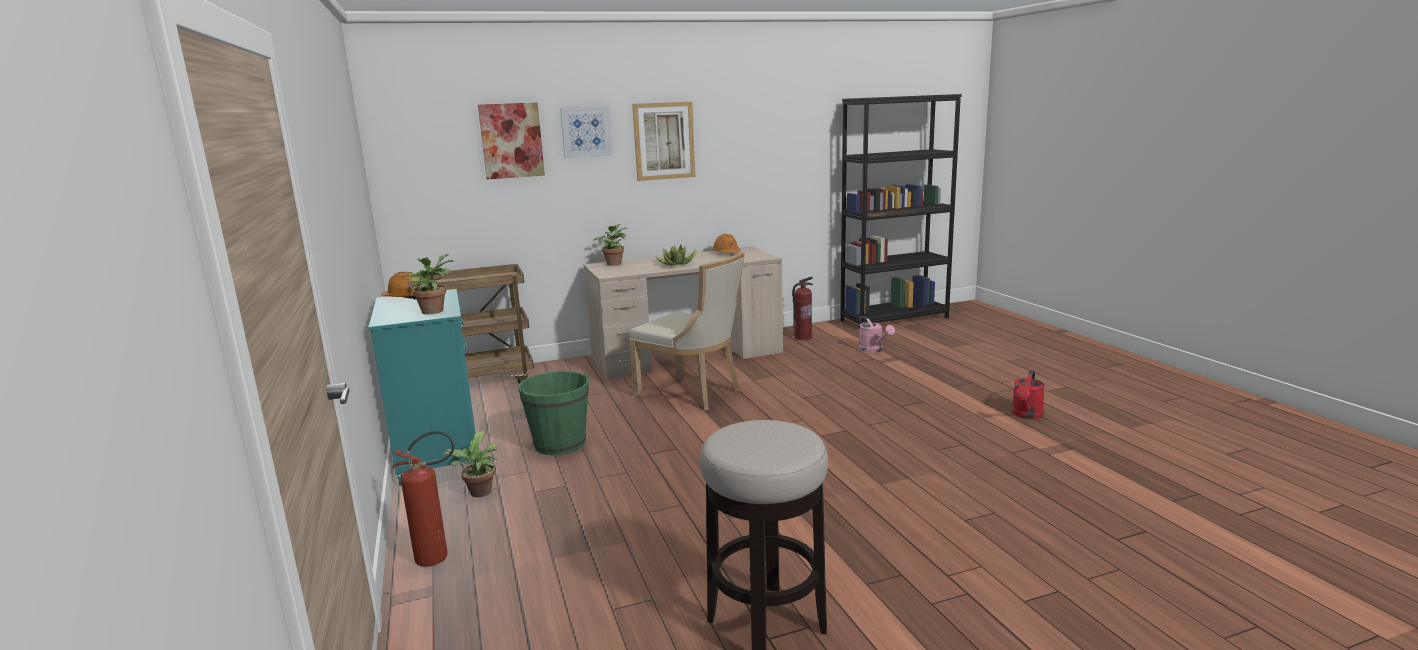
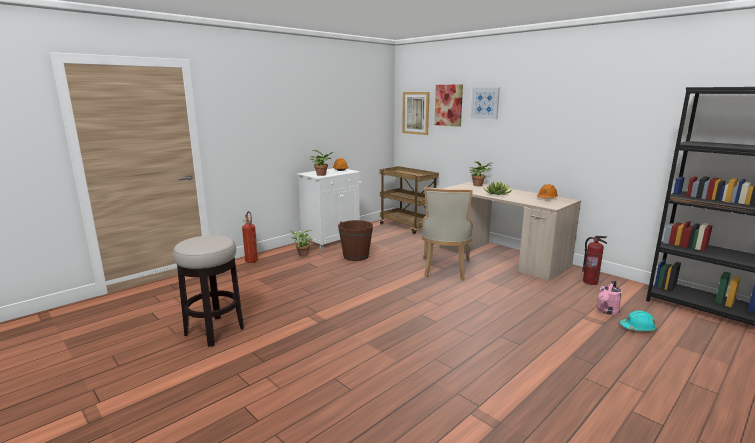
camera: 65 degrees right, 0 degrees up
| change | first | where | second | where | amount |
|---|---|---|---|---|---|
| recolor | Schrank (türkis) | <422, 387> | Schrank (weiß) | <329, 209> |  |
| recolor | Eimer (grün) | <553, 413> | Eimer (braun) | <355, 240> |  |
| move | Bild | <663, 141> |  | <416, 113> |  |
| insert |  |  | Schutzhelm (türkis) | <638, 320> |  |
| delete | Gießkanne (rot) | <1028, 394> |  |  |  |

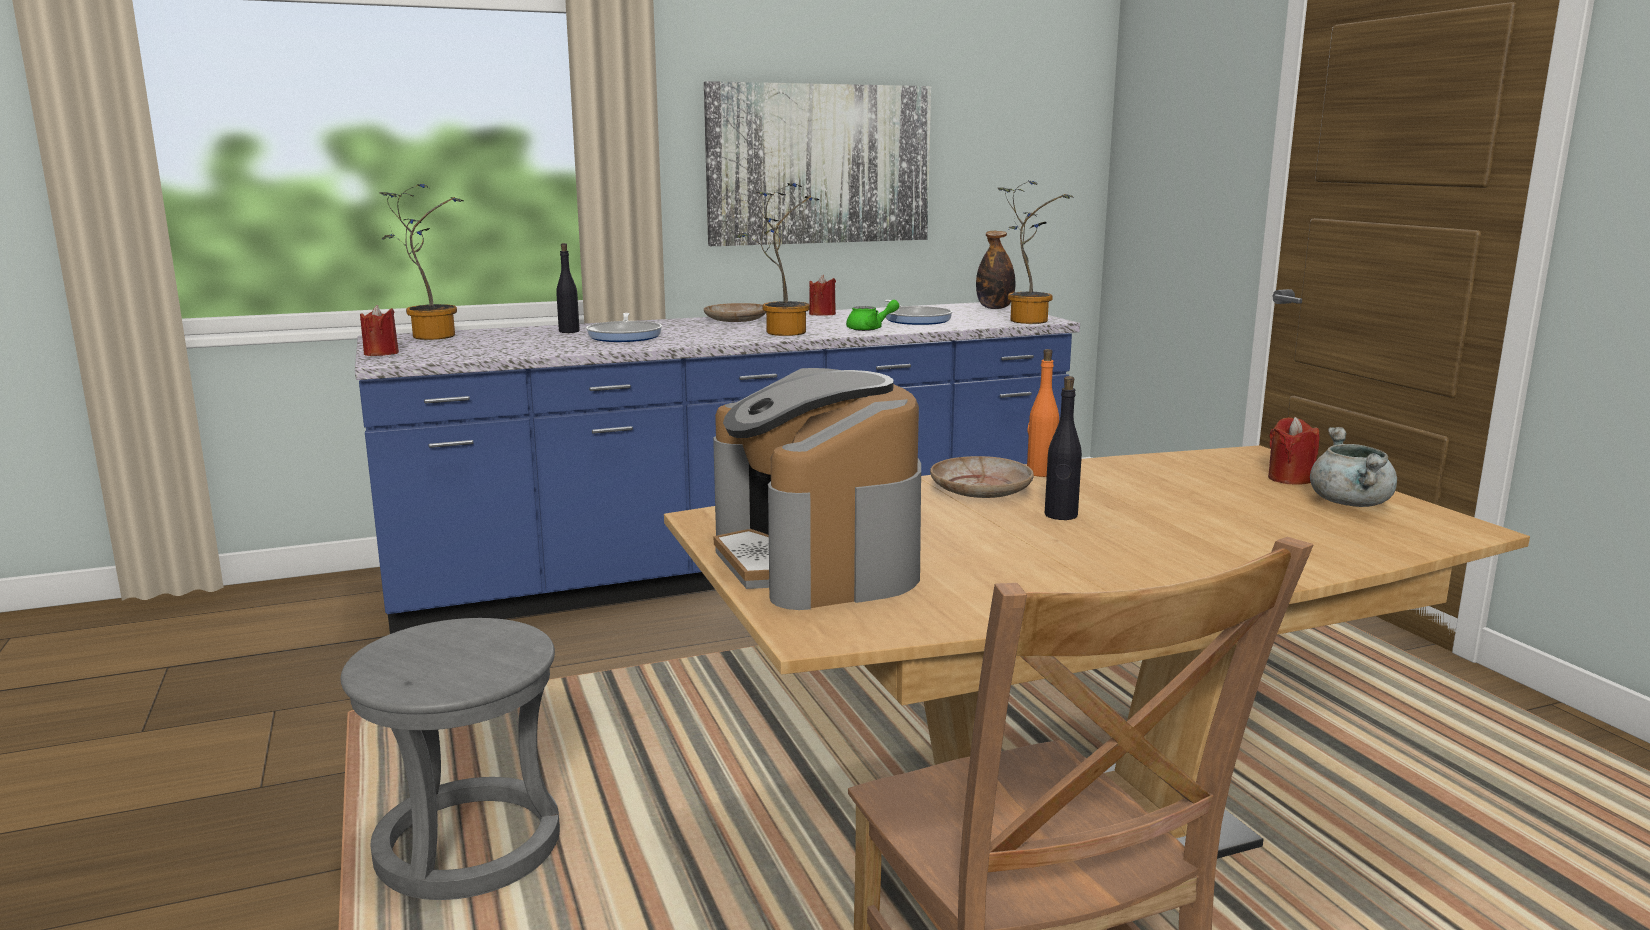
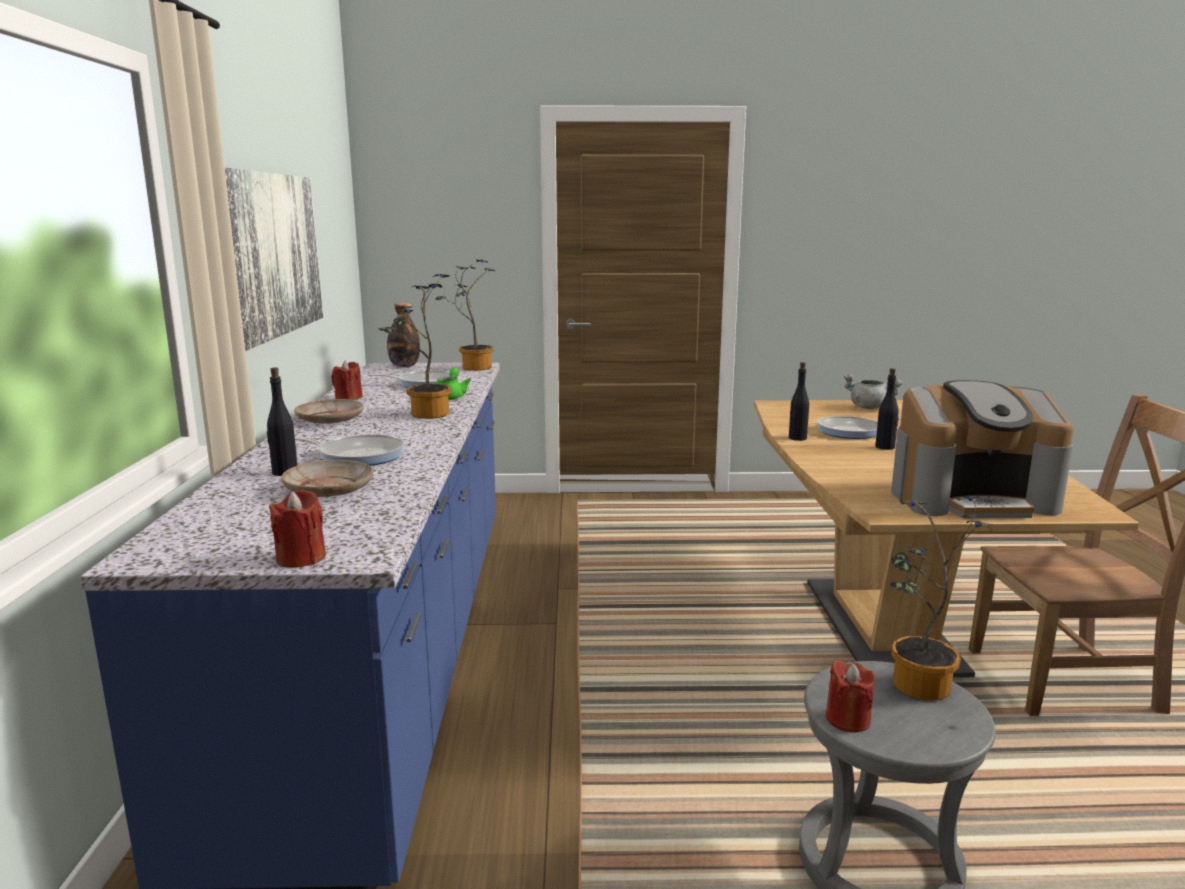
camera: 70 degrees left, 0 degrees up
| change | first | where | second | where | amount |
|---|---|---|---|---|---|
| move | Teller (beige) | <982, 477> |  | <327, 478> |  |
| recolor | Flasche (orange) | <1043, 413> | Flasche (schwarz) | <799, 401> |  |
| insert |  |  | Pfanne | <859, 427> |  |
| move | Kerze (rot) | <1294, 451> |  | <850, 696> |  |
| move | Topfpflanze | <422, 262> |  | <941, 598> |  |

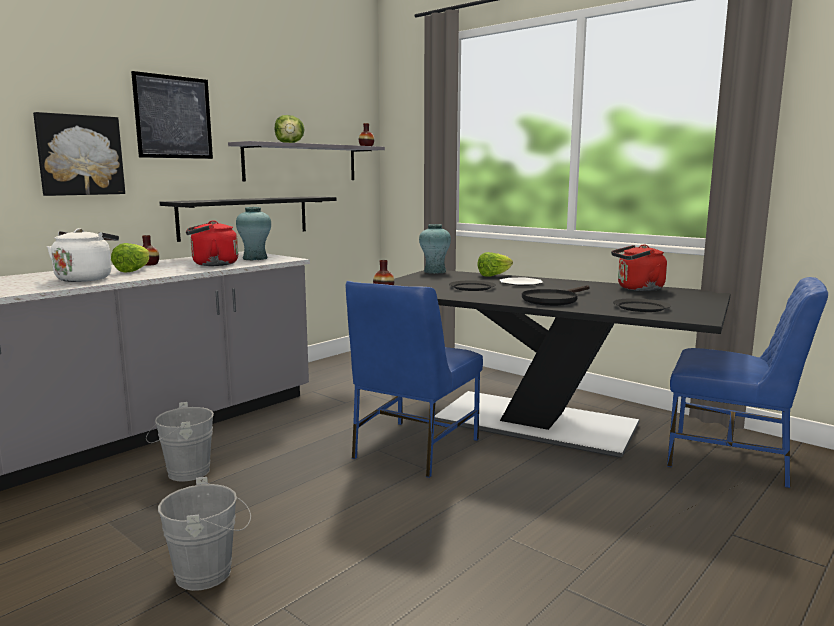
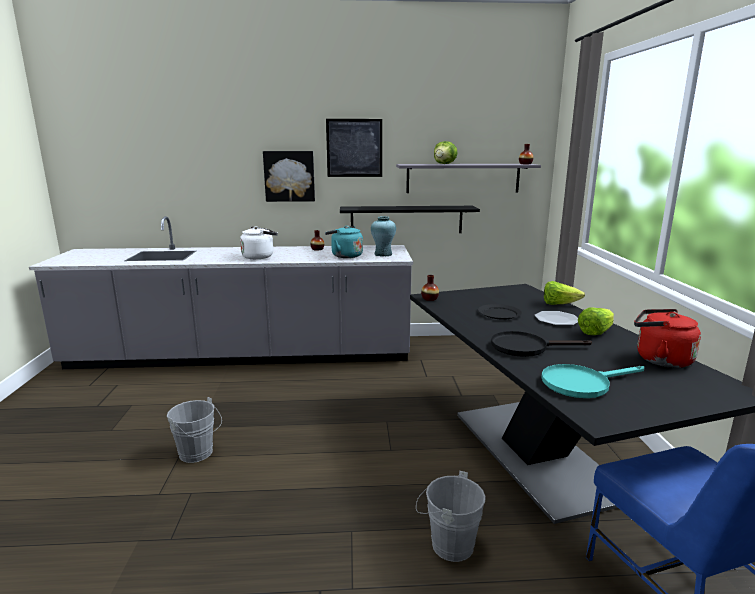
camera: 45 degrees right, 5 degrees up
| change | first | where | second | where | amount |
|---|---|---|---|---|---|
| recolor | Wasserkessel (rot) | <212, 243> | Wasserkessel (türkis) | <344, 242> |  |
| move | Eimer (grau) | <180, 442> |  | <451, 516> |  |
| replace | Teller (schwarz) | <642, 305> | Pfanne (türkis) | <592, 381> |  |
| move | Salatkopf | <130, 257> |  | <596, 321> |  |
| delete | Stuhl (blau) | <414, 379> |  |  |  |
| delete | Vase (türkis) | <435, 249> |  |  |  |

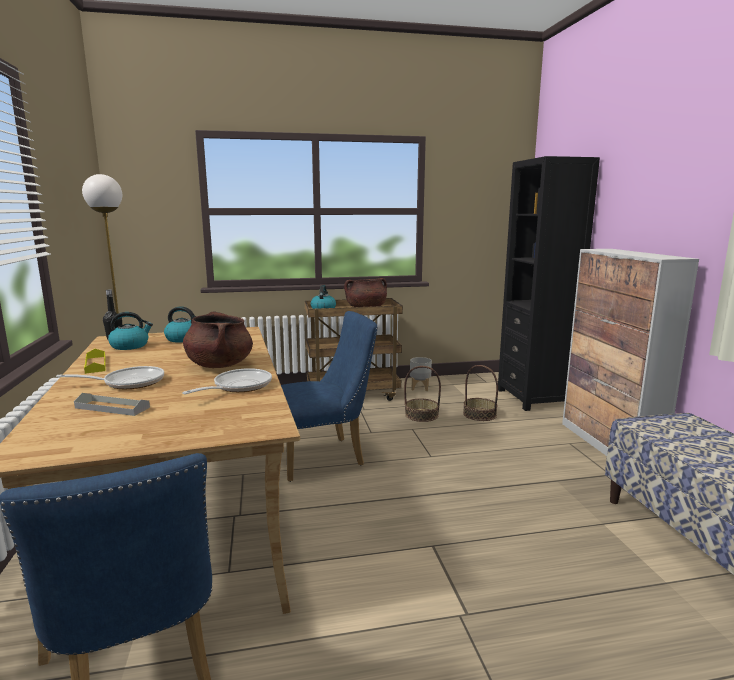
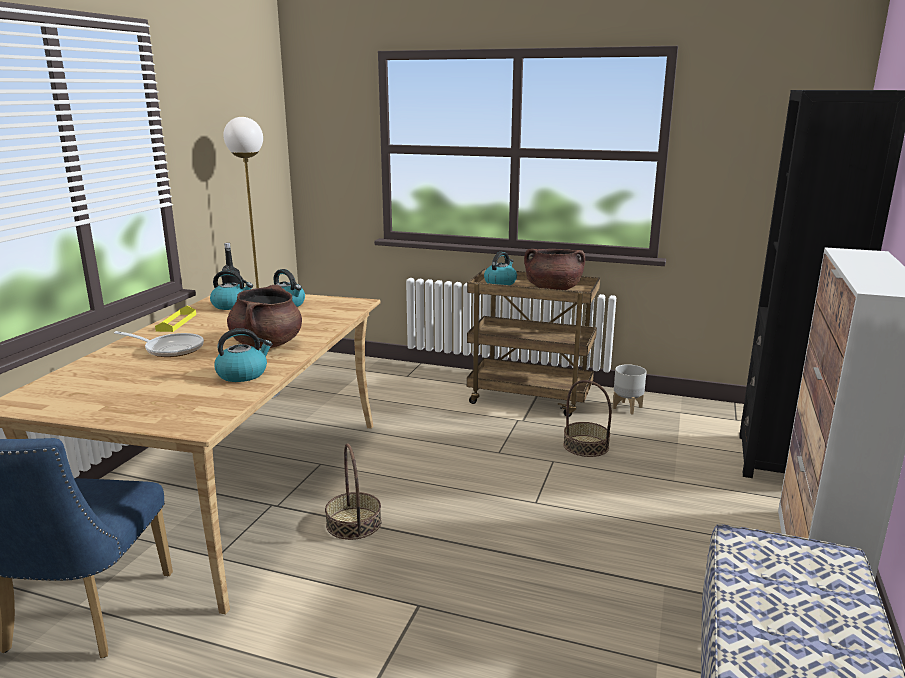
camera: 30 degrees right, 5 degrees up
| change | first | where | second | where | amount |
|---|---|---|---|---|---|
| replace | Pfanne | <227, 381> | Wasserkessel | <243, 355> |  |
| move | Korb | <480, 393> |  | <353, 491> |  |
| delete | Tablett (grau) | <112, 404> |  |  |  |
| delete | Stuhl (blau) | <329, 396> |  |  |  |

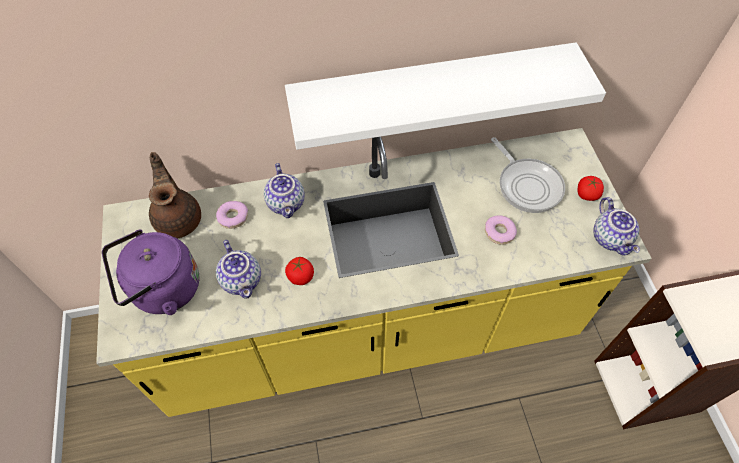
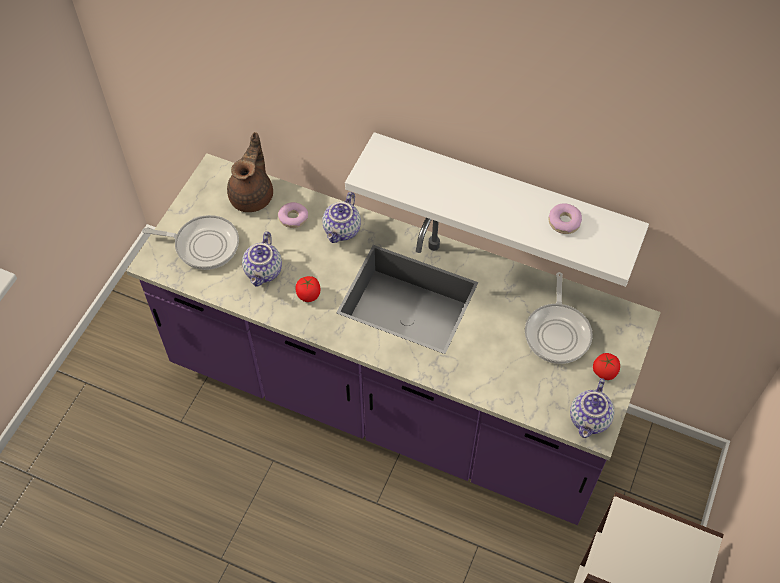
camera: 35 degrees right, 0 degrees up
| change | first | where | second | where | amount |
|---|---|---|---|---|---|
| recolor | Küchenzeile (gelb) | <374, 272> | Küchenzeile (lila) | <393, 339> |  |
| replace | Wasserkessel (lila) | <150, 272> | Pfanne | <190, 242> |  |
| move | Donut | <501, 230> |  | <565, 218> |  |

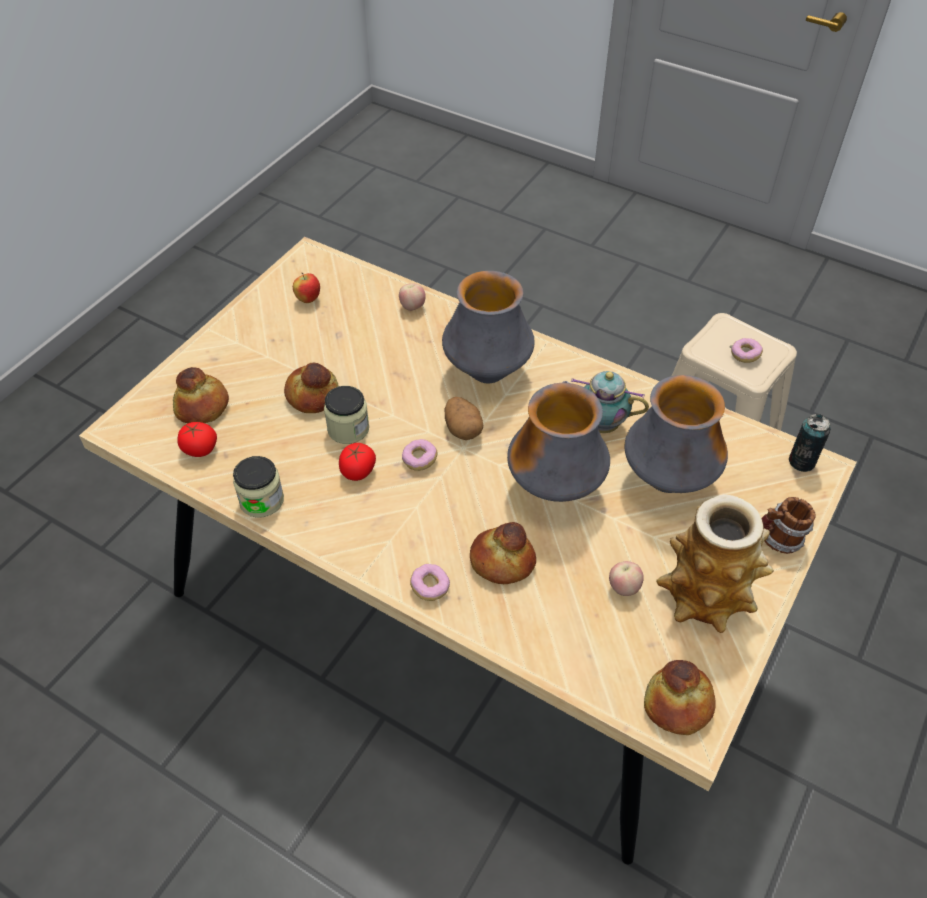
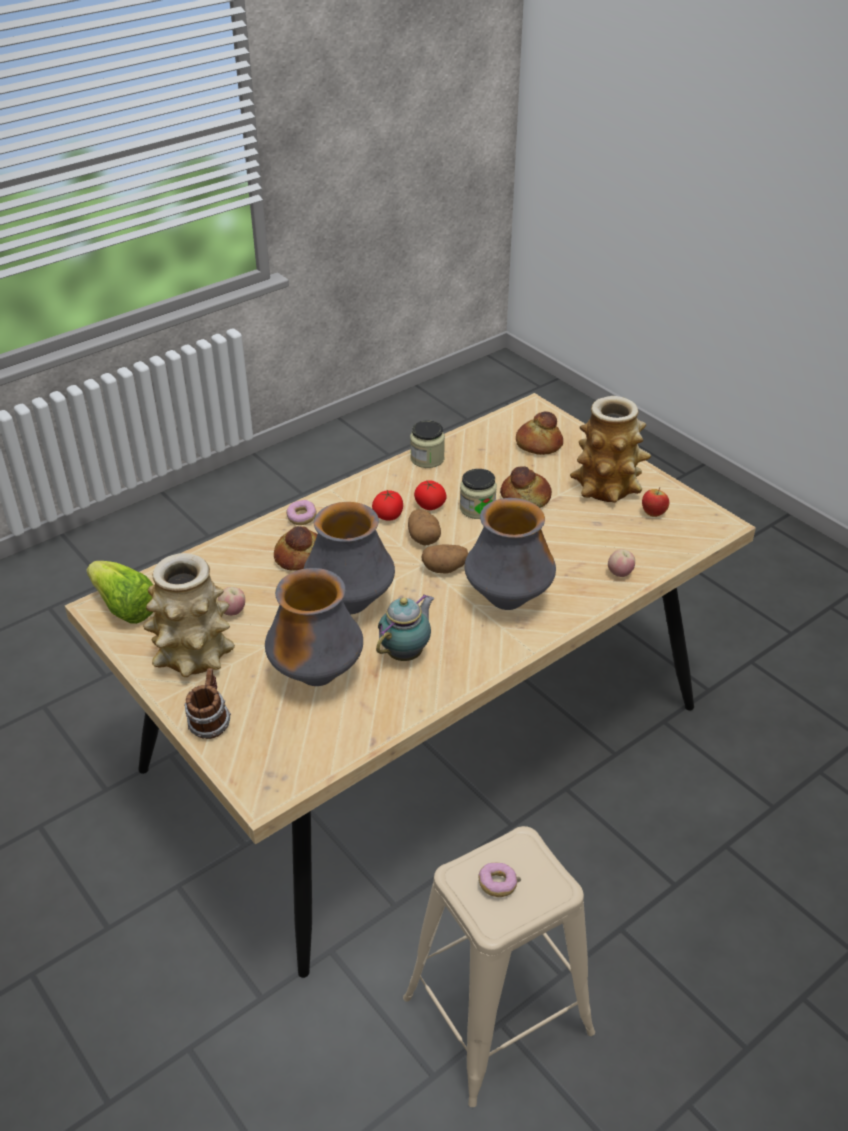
camera: 110 degrees right, 10 degrees down
| change | first | where | second | where | amount |
|---|---|---|---|---|---|
| replace | Brot | <680, 697> | Salatkopf | <120, 592> |  |
| move | Tomate | <197, 439> |  | <387, 505> |  |
| replace | Donut | <420, 455> | Kartoffel | <424, 527> |  |
| insert |  |  | Vase | <610, 449> |  |
| delete | Dose | <810, 443> |  |  |  |

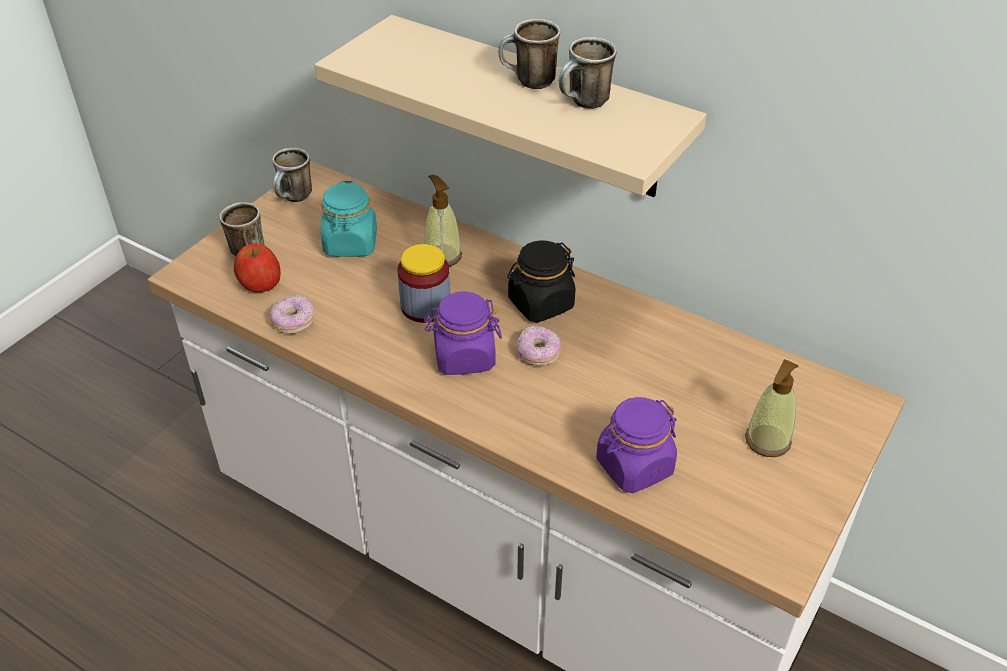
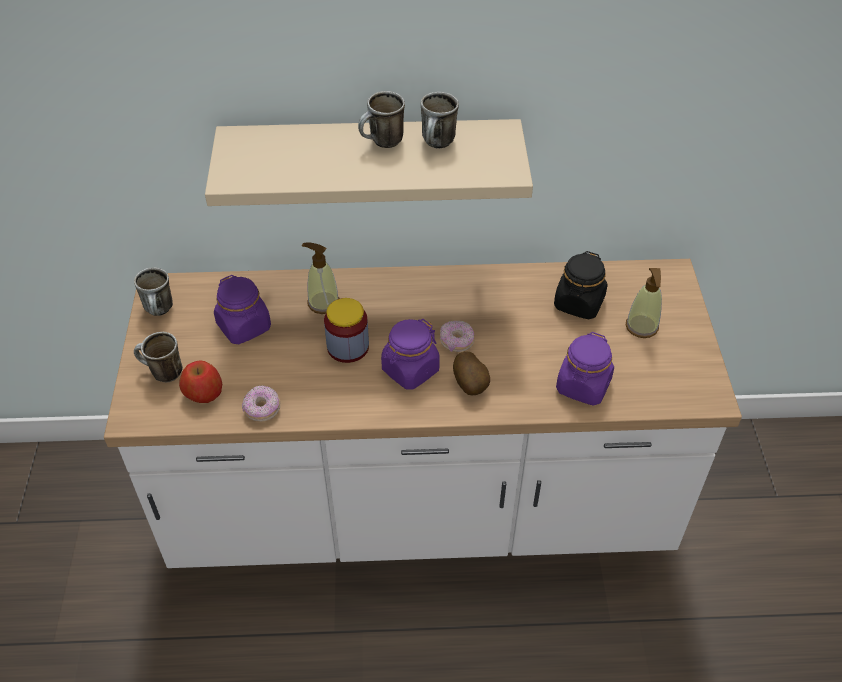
camera: 35 degrees left, 5 degrees up
| change | first | where | second | where | amount |
|---|---|---|---|---|---|
| recolor | Vorratsglas (türkis) | <349, 219> | Vorratsglas (lila) | <242, 309> |  |
| insert |  |  | Kartoffel | <471, 373> |  |
| move | Vorratsglas (schwarz) | <541, 281> |  | <581, 285> |  |

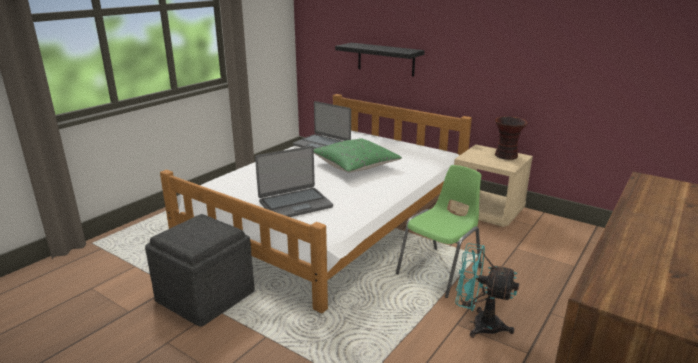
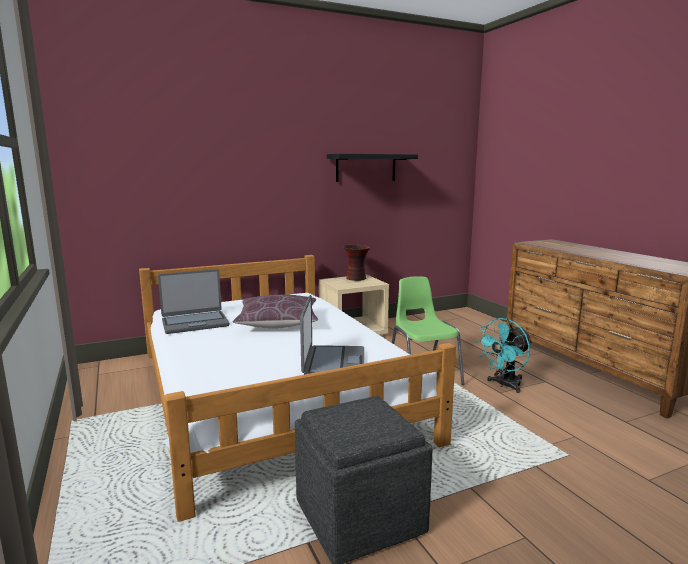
camera: 60 degrees left, 10 degrees down
| change | first | where | second | where | amount |
|---|---|---|---|---|---|
| recolor | Kissen (grün) | <358, 155> | Kissen (braun) | <275, 312> |  |
| move | Wandregal (schwarz) | <380, 60> |  | <372, 168> |  |

